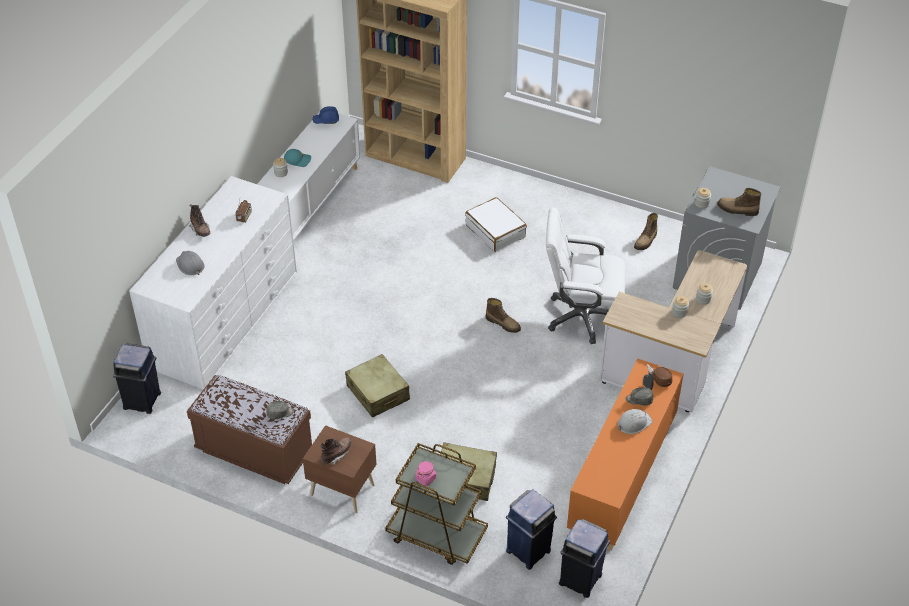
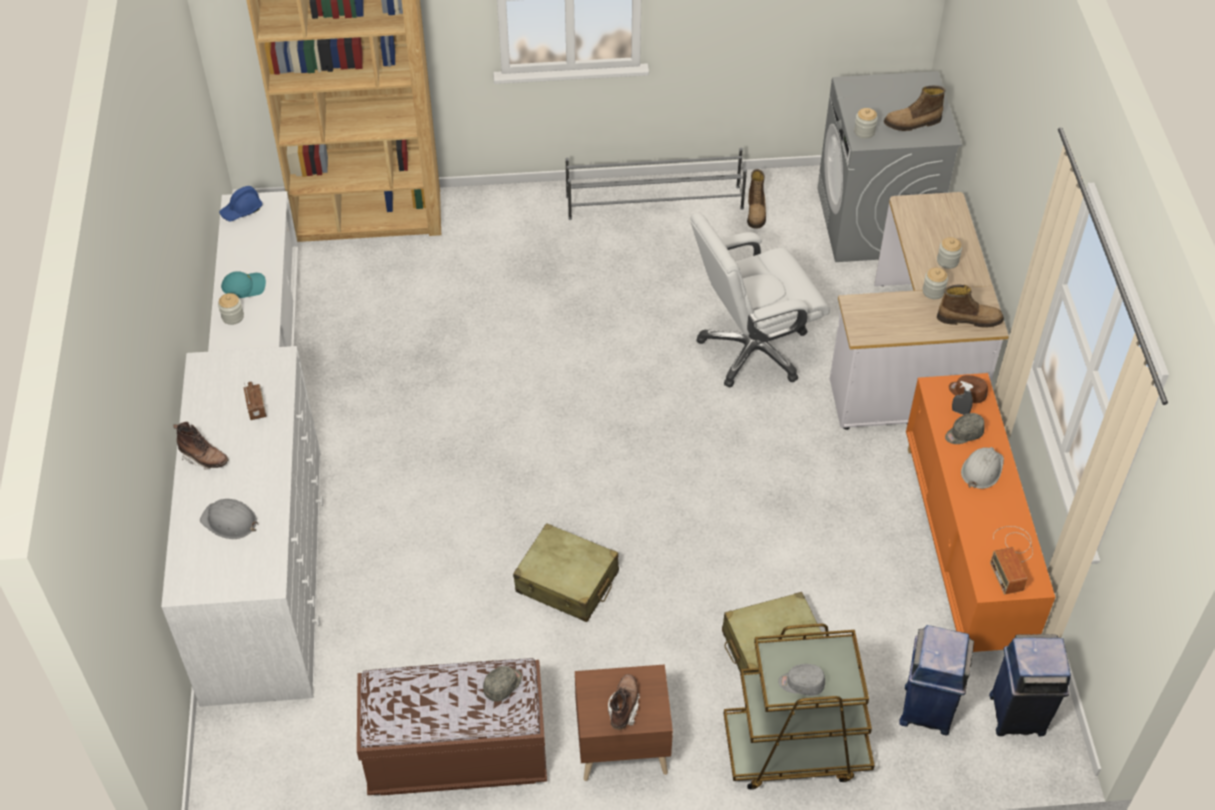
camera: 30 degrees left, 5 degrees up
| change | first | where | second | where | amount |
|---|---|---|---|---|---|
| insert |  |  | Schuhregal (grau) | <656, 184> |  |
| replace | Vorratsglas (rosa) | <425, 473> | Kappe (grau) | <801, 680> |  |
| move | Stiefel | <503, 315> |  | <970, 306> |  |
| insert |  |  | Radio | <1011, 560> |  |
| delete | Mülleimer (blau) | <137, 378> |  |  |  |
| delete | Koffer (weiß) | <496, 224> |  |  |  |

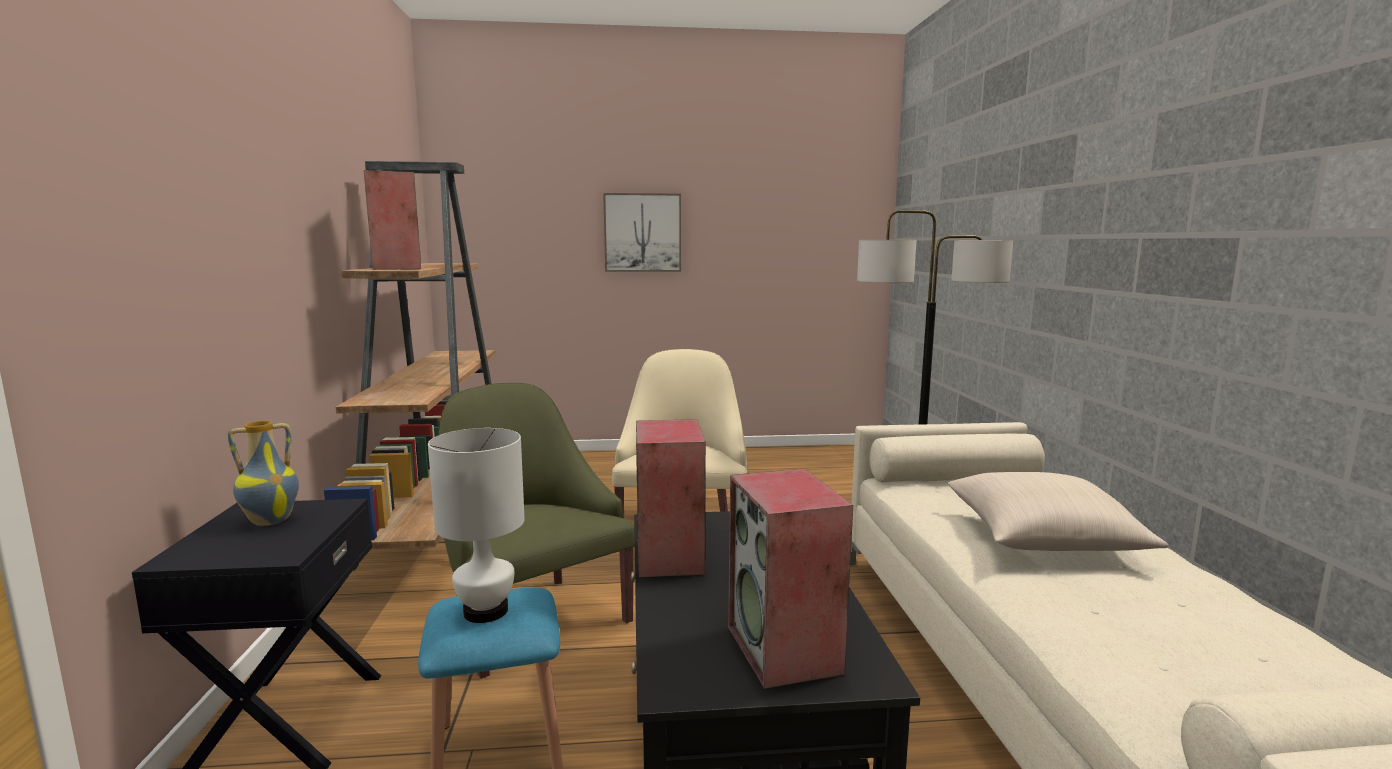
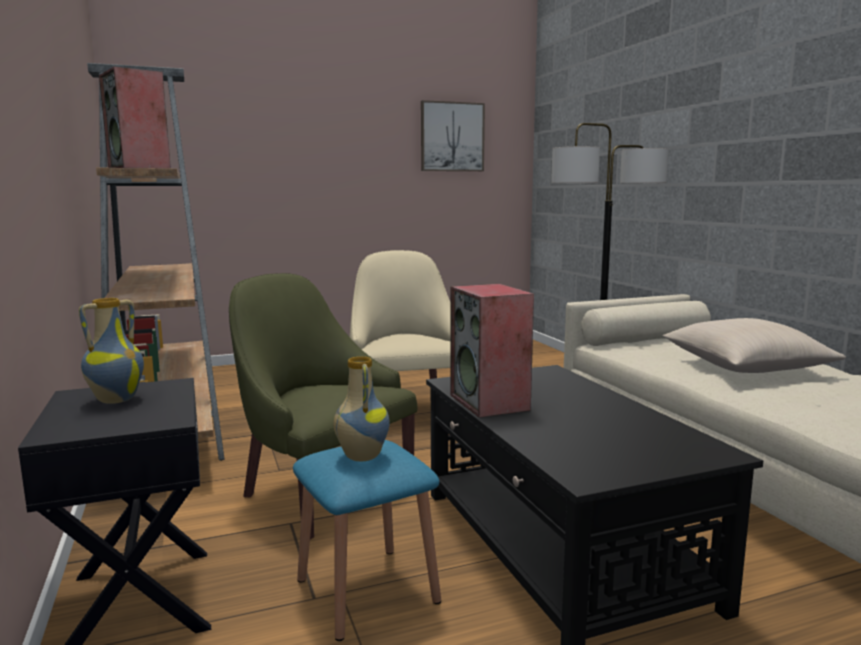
camera: 15 degrees left, 0 degrees up
| change | first | where | second | where | amount |
|---|---|---|---|---|---|
| replace | Tischlampe (weiß) | <476, 525> | Vase | <362, 408> |  |
| move | Bild | <642, 232> |  | <453, 135> |  |
| delete | Lautsprecher | <790, 579> |  |  |  |

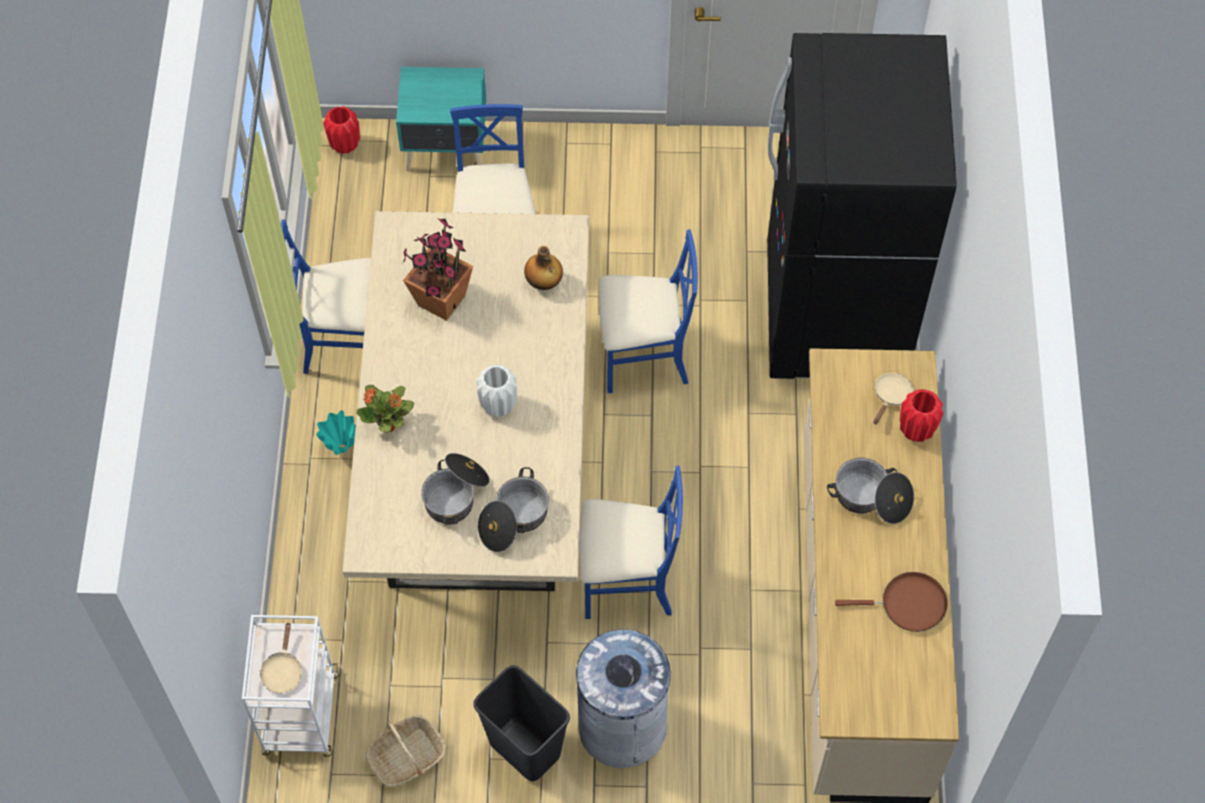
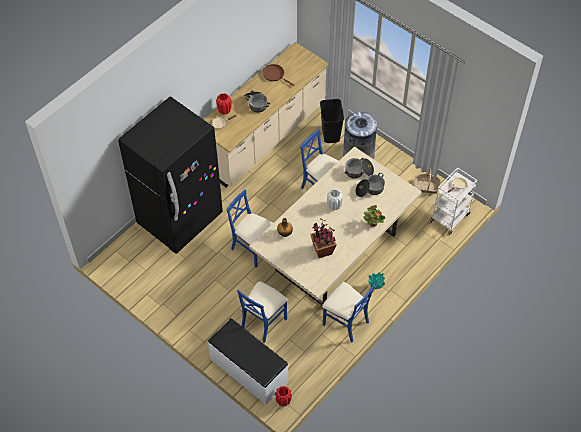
camera: 140 degrees left, 5 degrees down
| change | first | where | second | where | amount |
|---|---|---|---|---|---|
| replace | Nachttisch (türkis) | <441, 119> | Bank (weiß) | <248, 361> |  |
| move | Mülleimer (schwarz) | <521, 723> |  | <332, 121> |  |

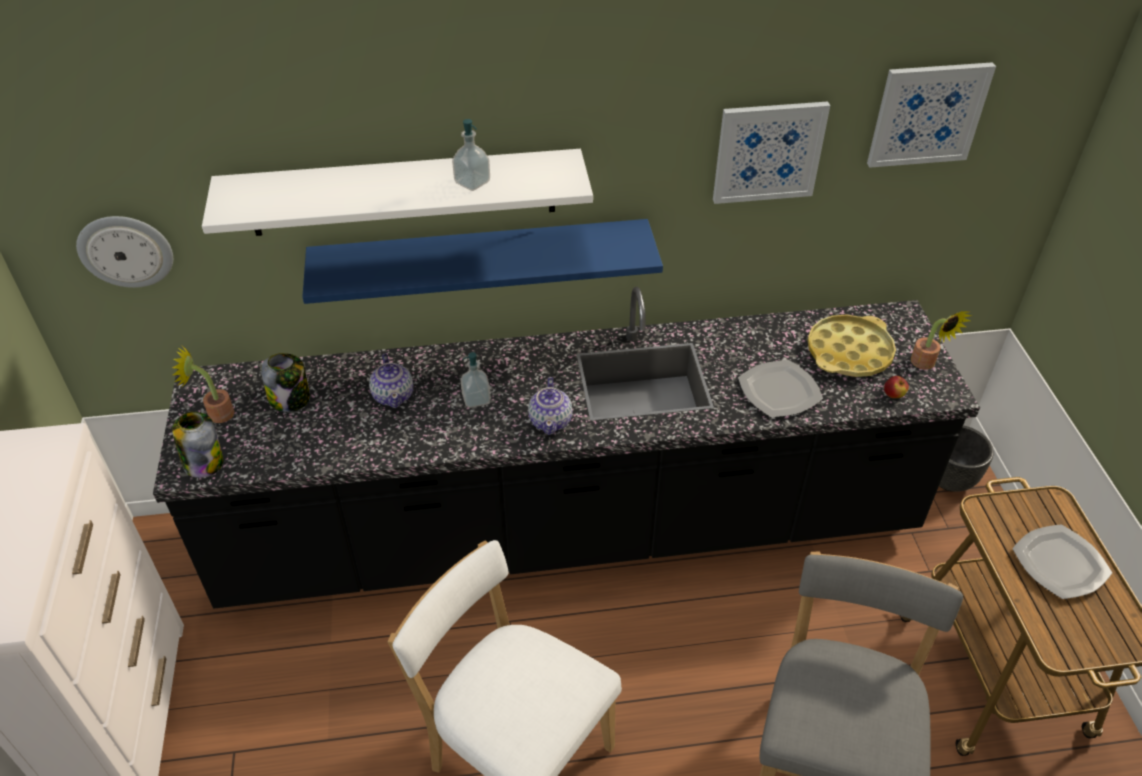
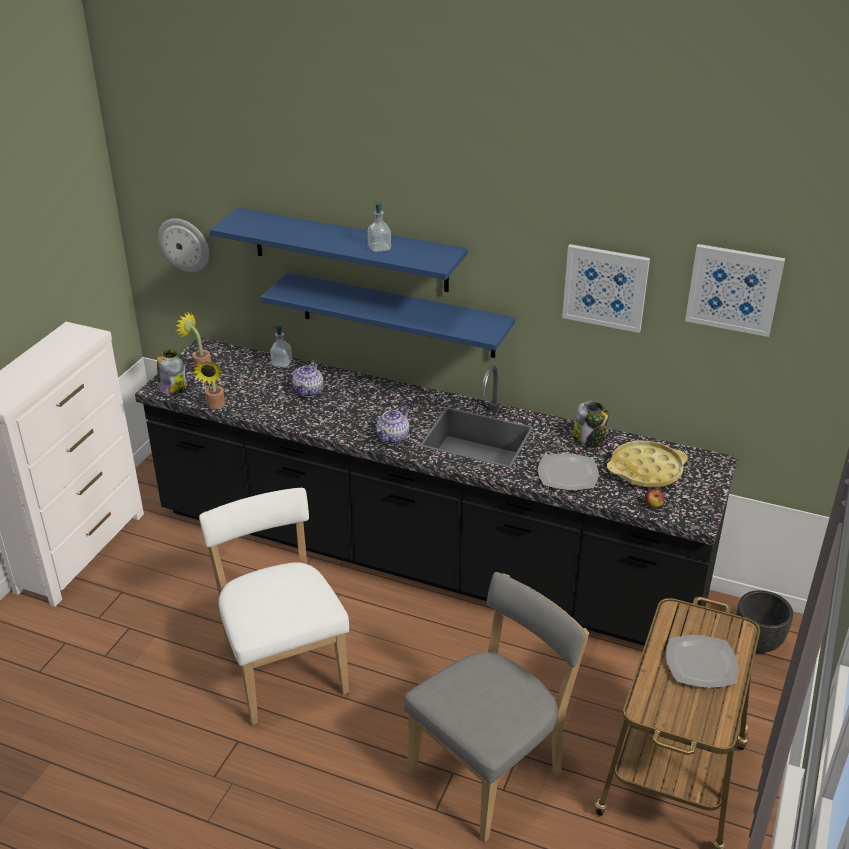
camera: 30 degrees right, 10 degrees down
| change | first | where | second | where | amount |
|---|---|---|---|---|---|
| move | Topfpflanze | <941, 340> |  | <209, 385> |  |
| recolor | Wandregal (weiß) | <397, 192> | Wandregal (blau) | <339, 250> |  |
| move | Seifenspender | <476, 380> |  | <281, 347> |  |
| move | Vorratsglas | <285, 382> |  | <591, 424> |  |

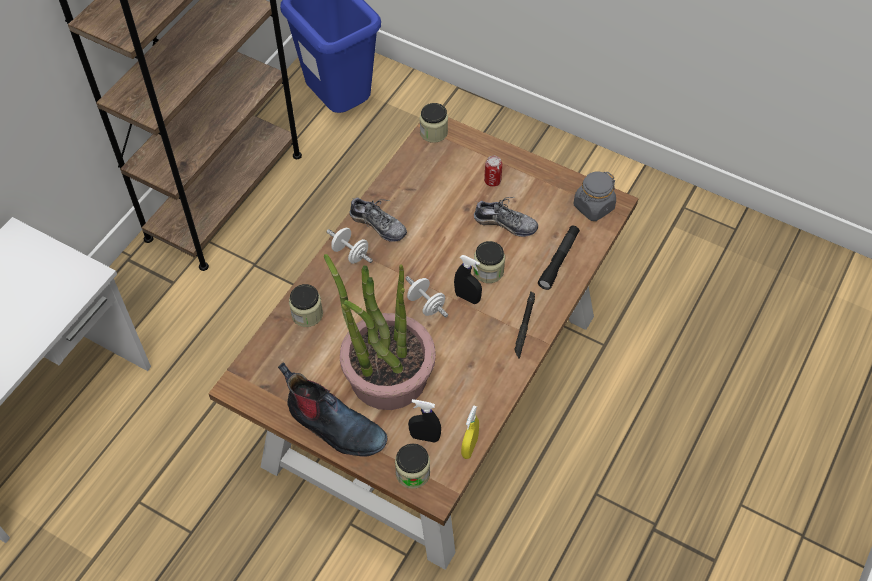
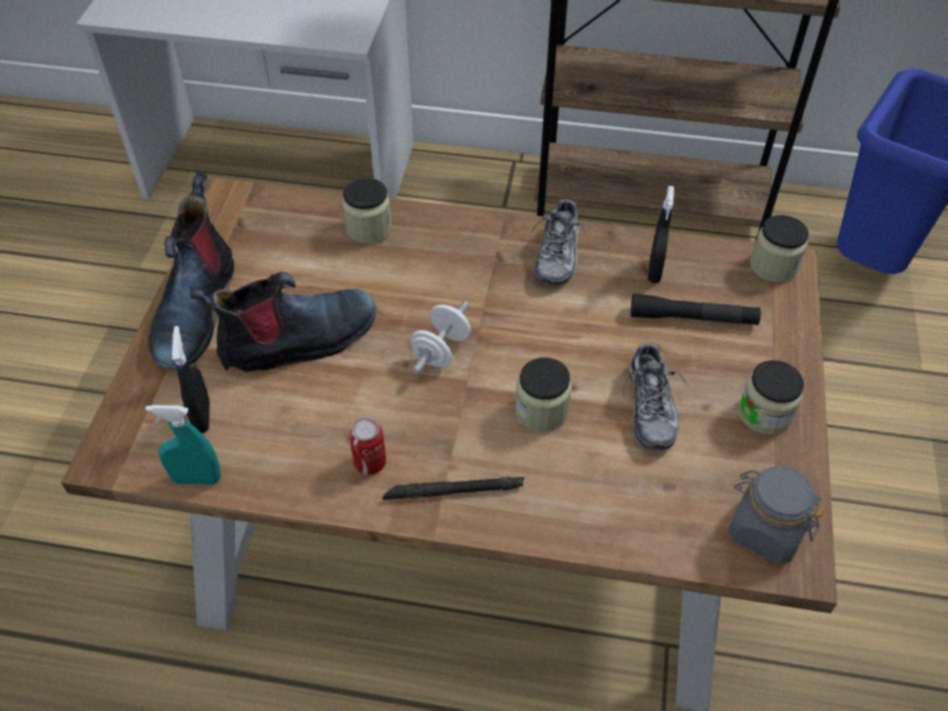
camera: 70 degrees right, 5 degrees down
| change | first | where | second | where | amount |
|---|---|---|---|---|---|
| recolor | Sprühflasche (gelb) | <470, 432> | Sprühflasche (türkis) | <183, 445> |  |
| replace | Topfpflanze | <380, 332> | Stiefel | <283, 322> |  |
| move | Dose | <493, 171> |  | <367, 446> |  |
| move | Taschenlampe (schwarz) | <559, 257> |  | <696, 309> |  |
| move | Sprühflasche (schwarz) | <468, 279> |  | <661, 234> |  |
| move | Vorratsglas | <412, 466> |  | <771, 397> |  |
| delete | Hantel (weiß) | <350, 246> |  |  |  |

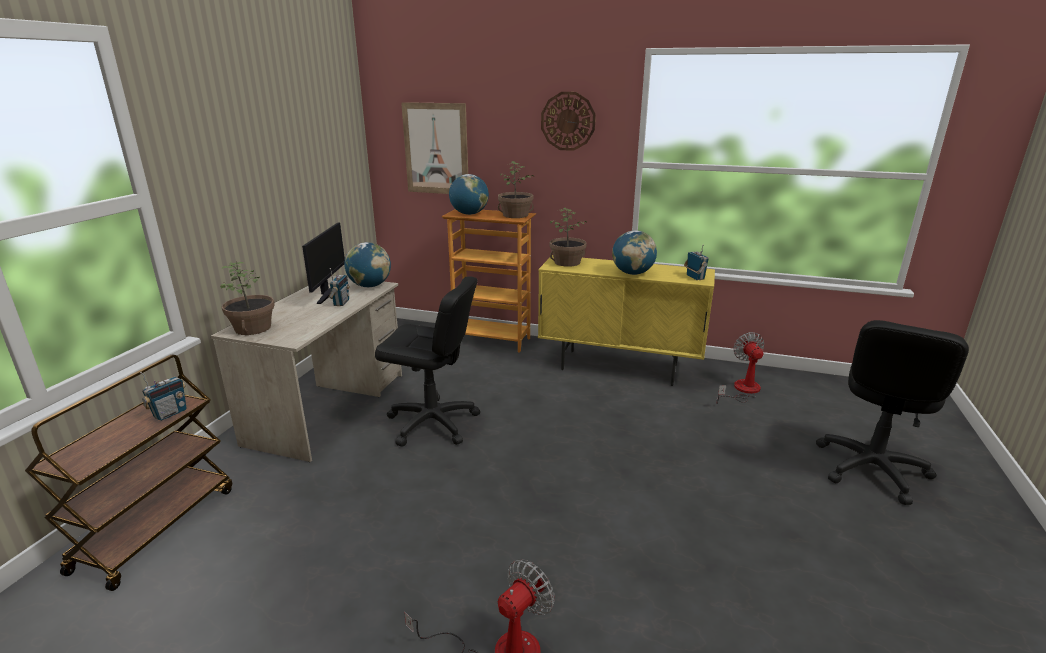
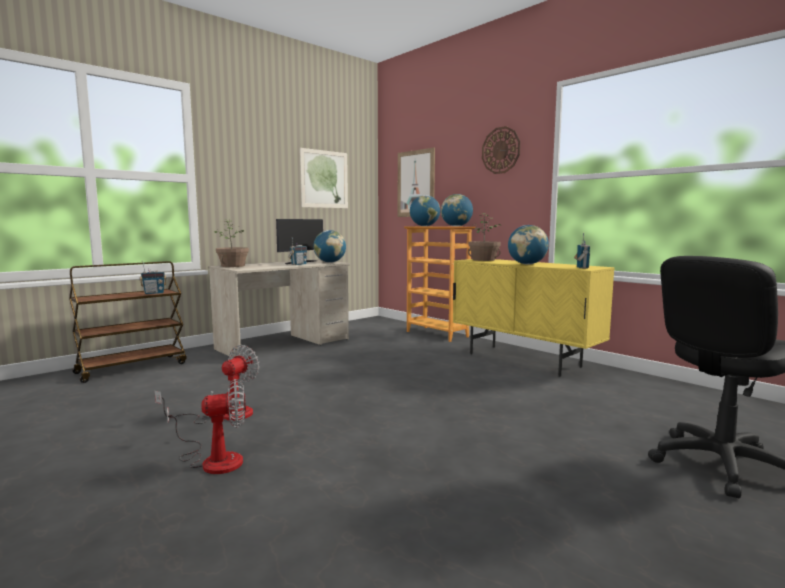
camera: 30 degrees right, 15 degrees down
| change | first | where | second | where | amount |
|---|---|---|---|---|---|
| move | Ventilator | <740, 368> |  | <207, 384> |  |
| insert |  |  | Bild | <324, 178> |  |
| replace | Topfpflanze | <516, 189> | Globus | <457, 210> |  |
| delete | Bürostuhl (schwarz) | <427, 362> |  |  |  |

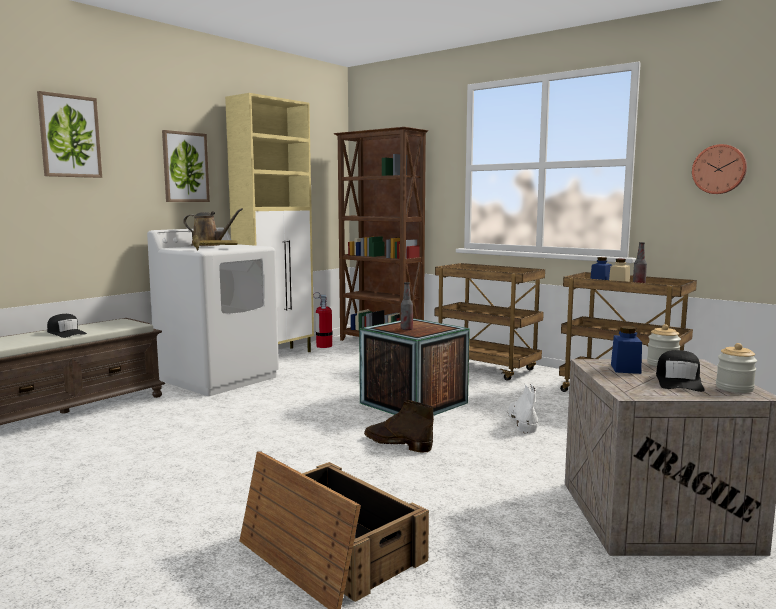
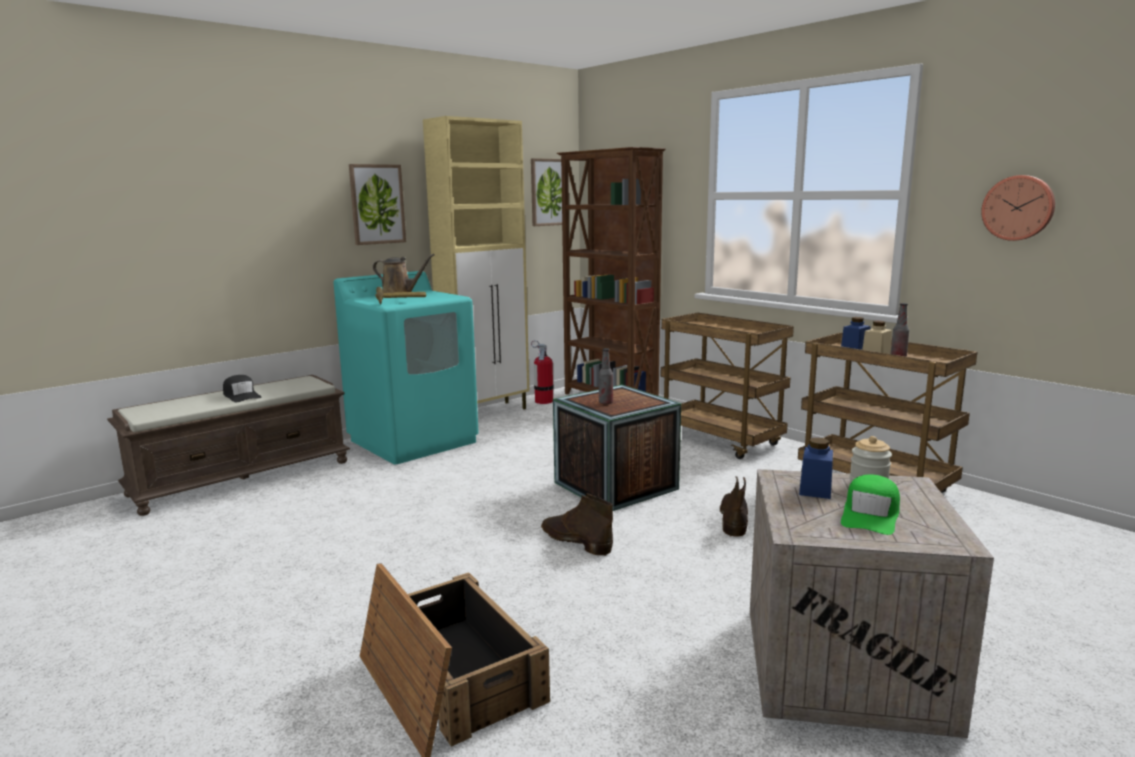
camera: 10 degrees right, 5 degrees up
| change | first | where | second | where | amount |
|---|---|---|---|---|---|
| recolor | Waschmaschine (weiß) | <213, 312> | Waschmaschine (türkis) | <406, 367> |  |
| move | Bild | <69, 134> |  | <550, 192> |  |
| recolor | Stiefel (weiß) | <523, 408> | Stiefel (braun) | <734, 506> |  |
| recolor | Kappe (schwarz) | <680, 371> | Kappe (grün) | <870, 504> |  |
| delete | Vorratsglas | <736, 368> |  |  |  |

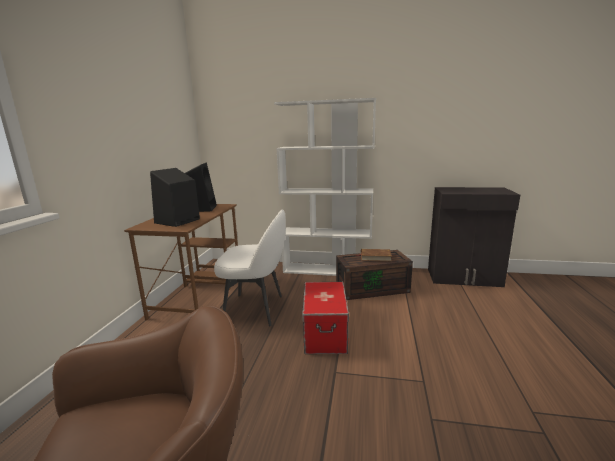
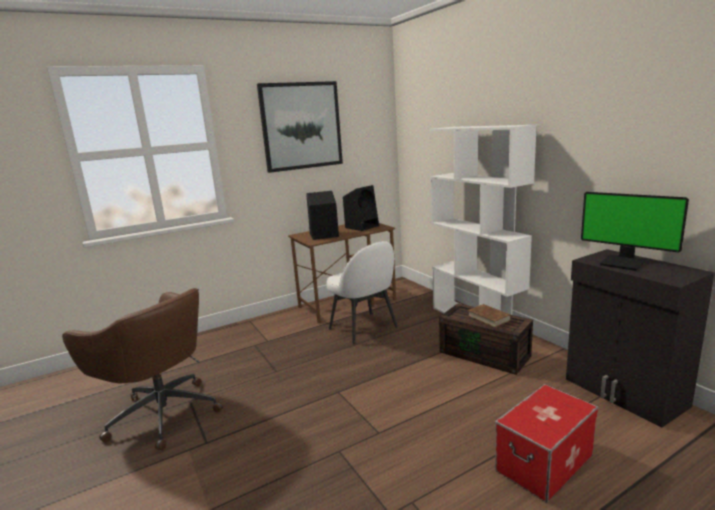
camera: 50 degrees right, 0 degrees up
| change | first | where | second | where | amount |
|---|---|---|---|---|---|
| insert |  |  | Bild | <300, 127> |  |
| move | Aufbewahrungsbox | <325, 318> |  | <546, 443> |  |
| insert |  |  | Monitor | <635, 231> |  |

